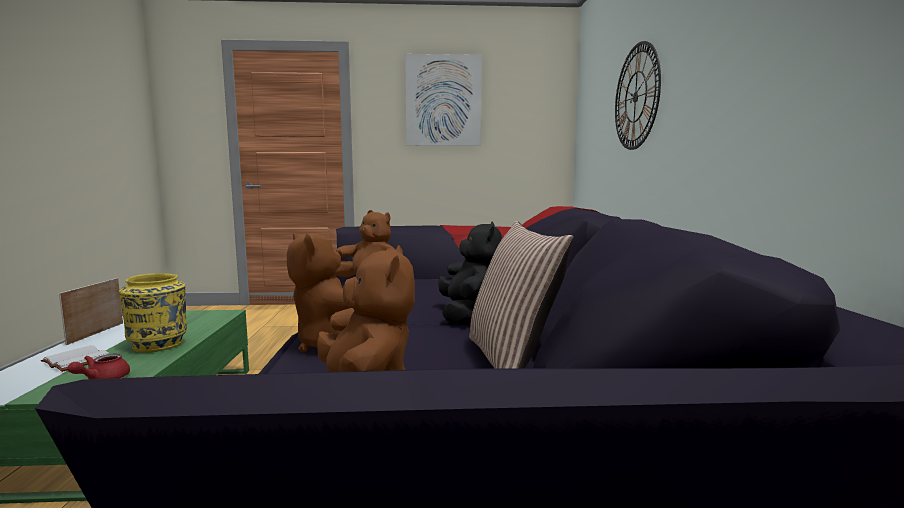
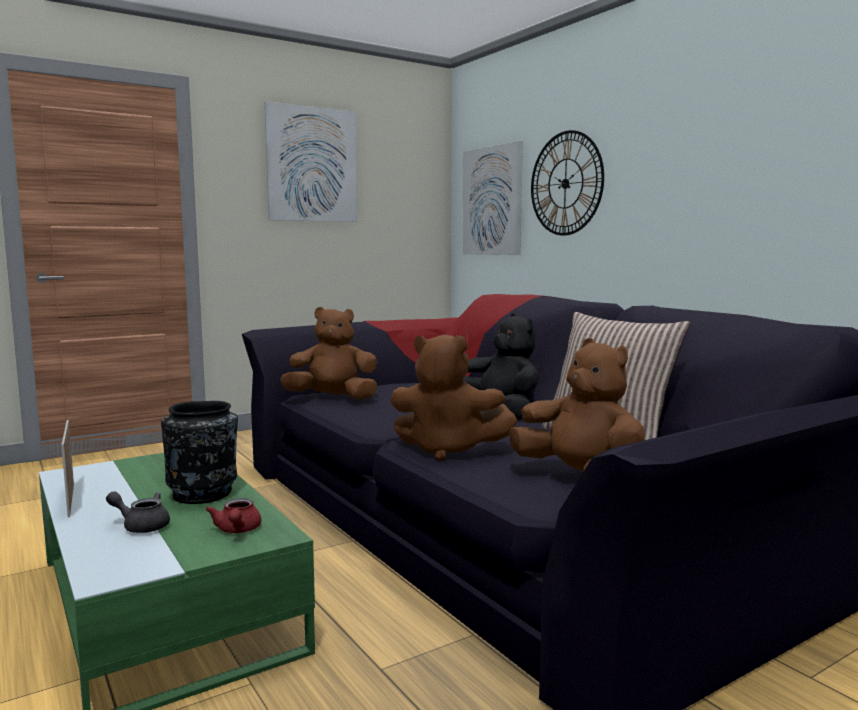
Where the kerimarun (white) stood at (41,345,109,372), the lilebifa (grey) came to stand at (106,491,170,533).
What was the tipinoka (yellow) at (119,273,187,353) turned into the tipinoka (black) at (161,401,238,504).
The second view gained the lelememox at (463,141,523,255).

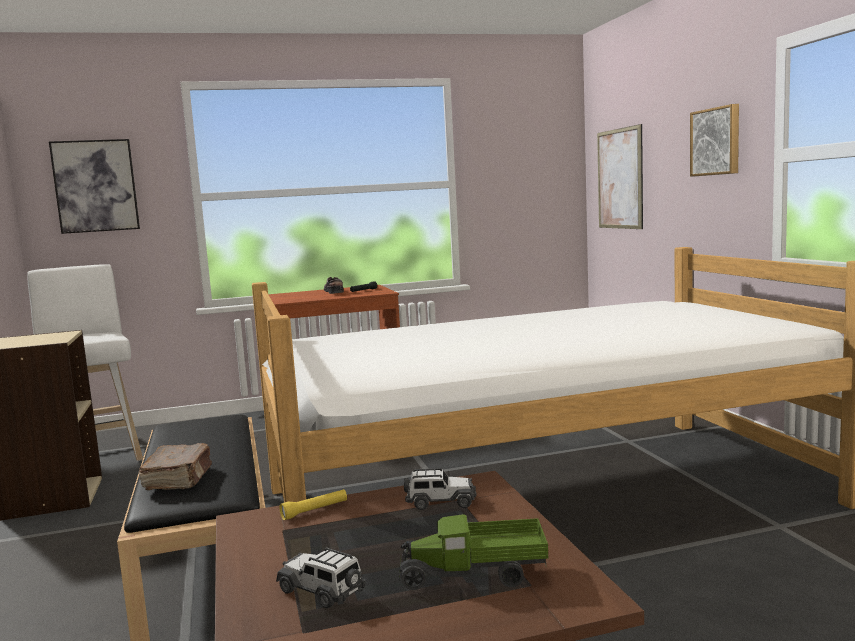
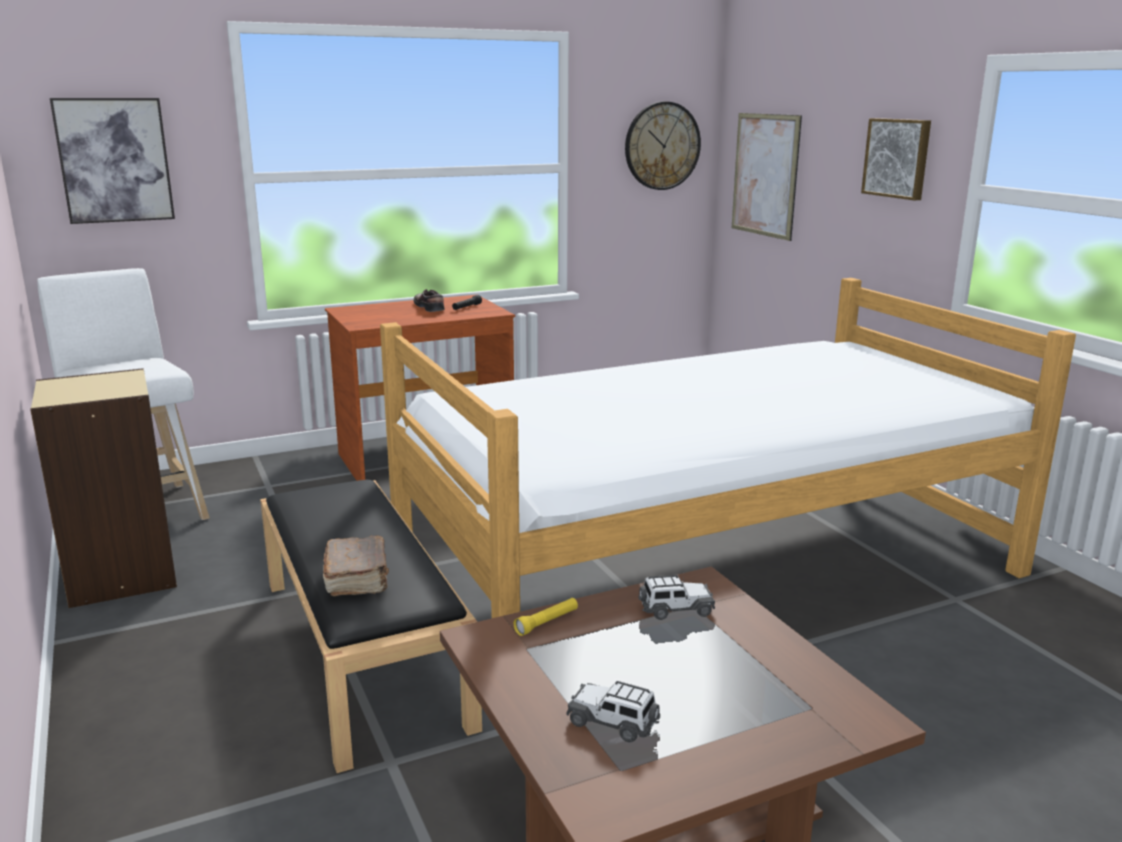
The second view gained the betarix at (625,101,701,190).
The second view lost the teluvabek at (399,514,549,590).

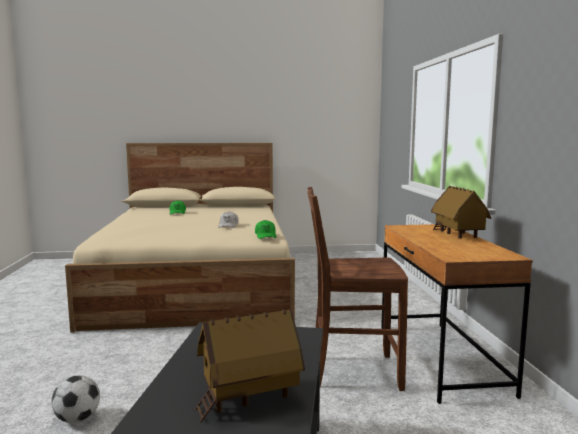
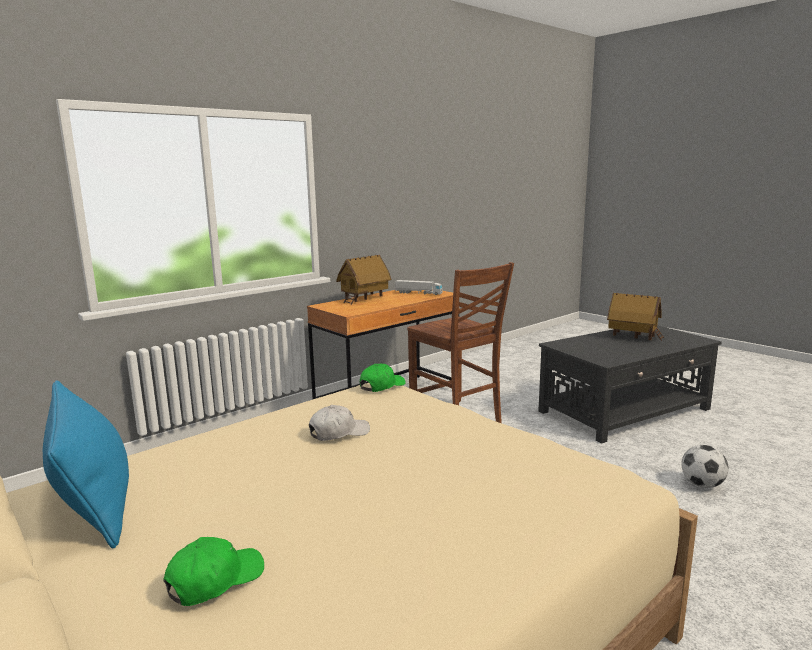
The second view gained the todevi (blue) at (43,381,129,548).
The second view gained the teluvabek at (395,280,442,295).

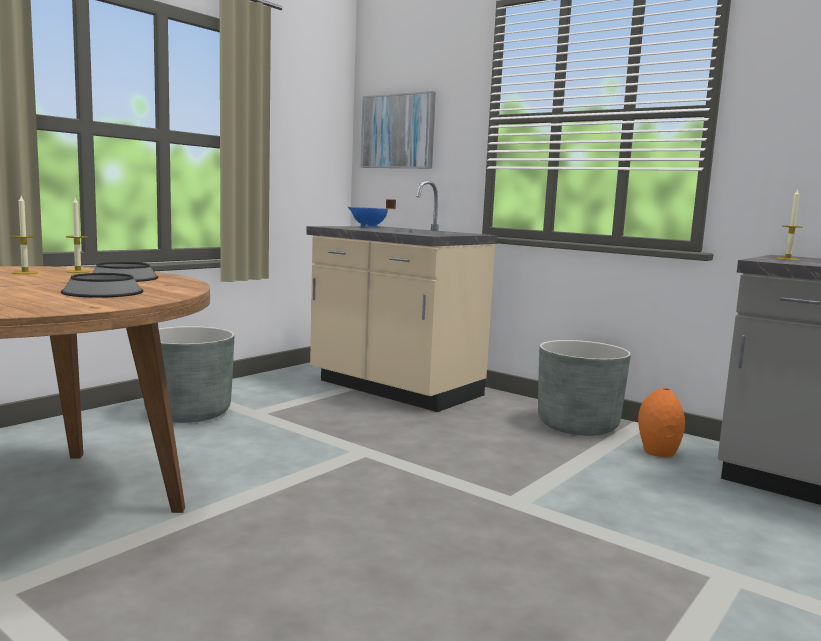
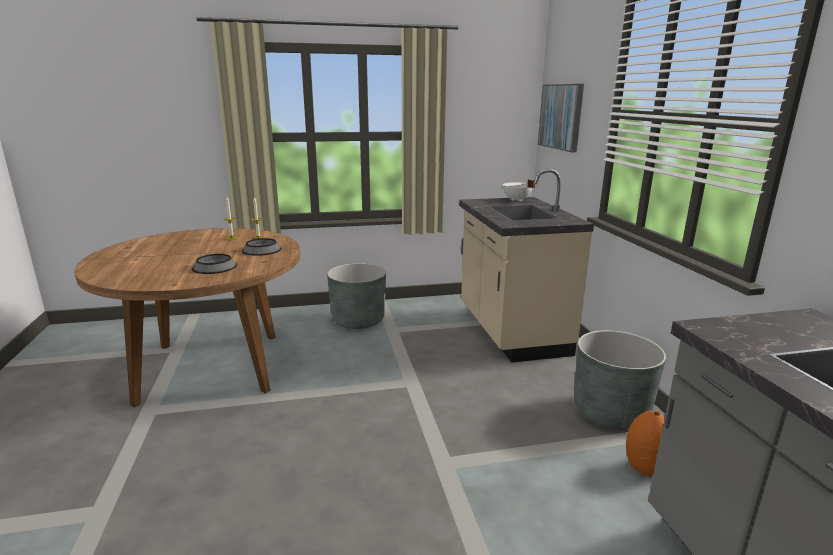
What was the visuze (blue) at (348,199,396,227) turned into the visuze (white) at (503,179,535,201).
The second view lost the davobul at (776,189,803,260).

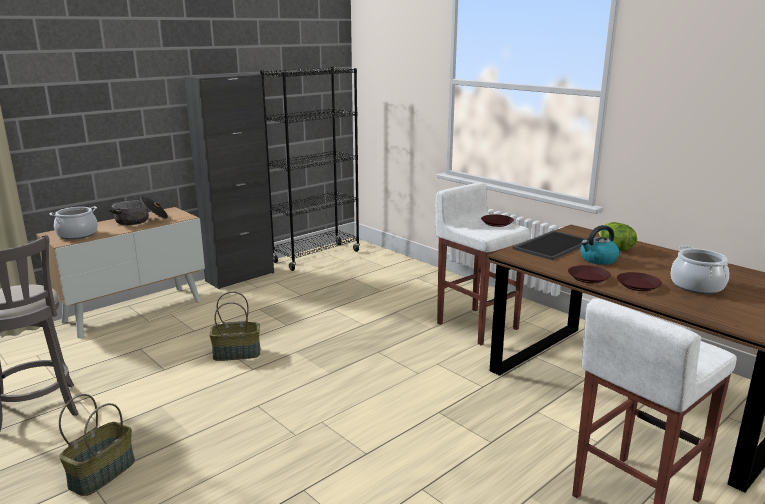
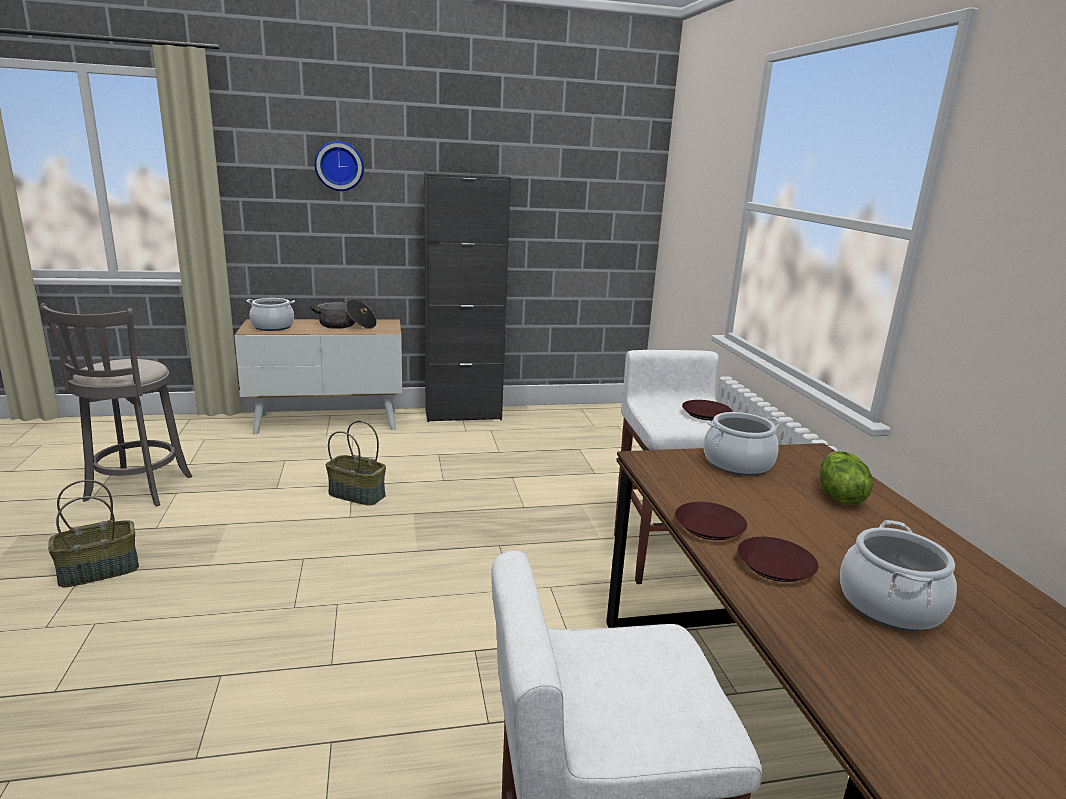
The second view gained the betarix at (314,141,364,191).
Where the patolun stood at (513,230,587,260), the visuze came to stand at (704,412,782,476).
The second view lost the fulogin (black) at (260,67,360,271).
The second view lost the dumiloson at (580,225,620,265).

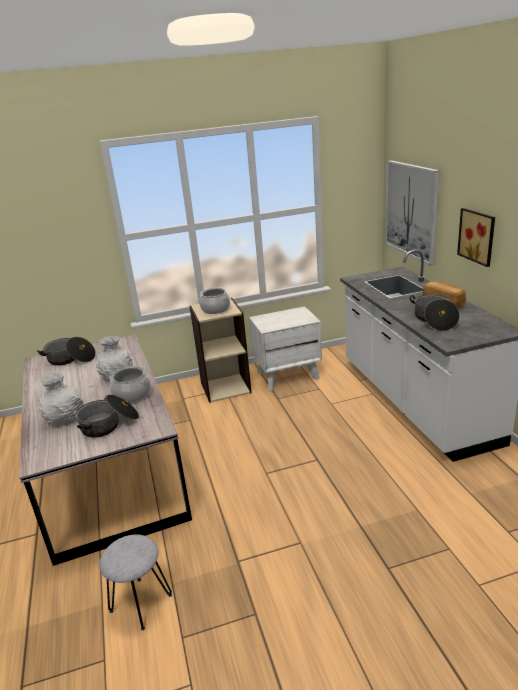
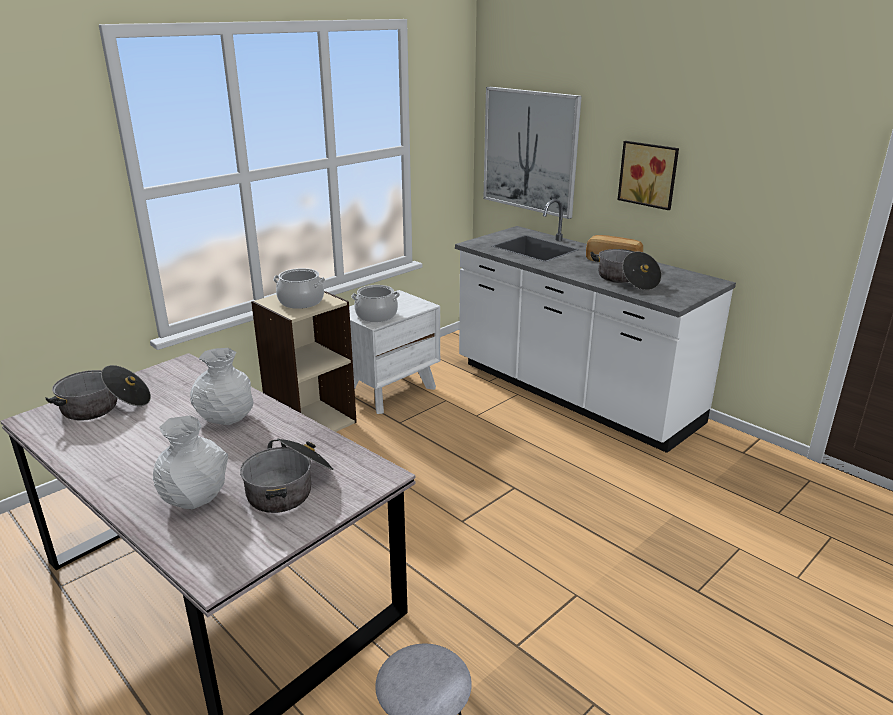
The visuze ended up elsewhere, having gone from (109,366,151,403) to (351,285,400,322).

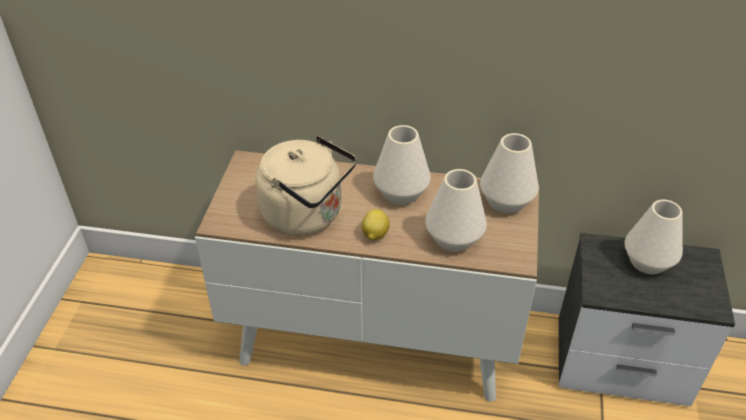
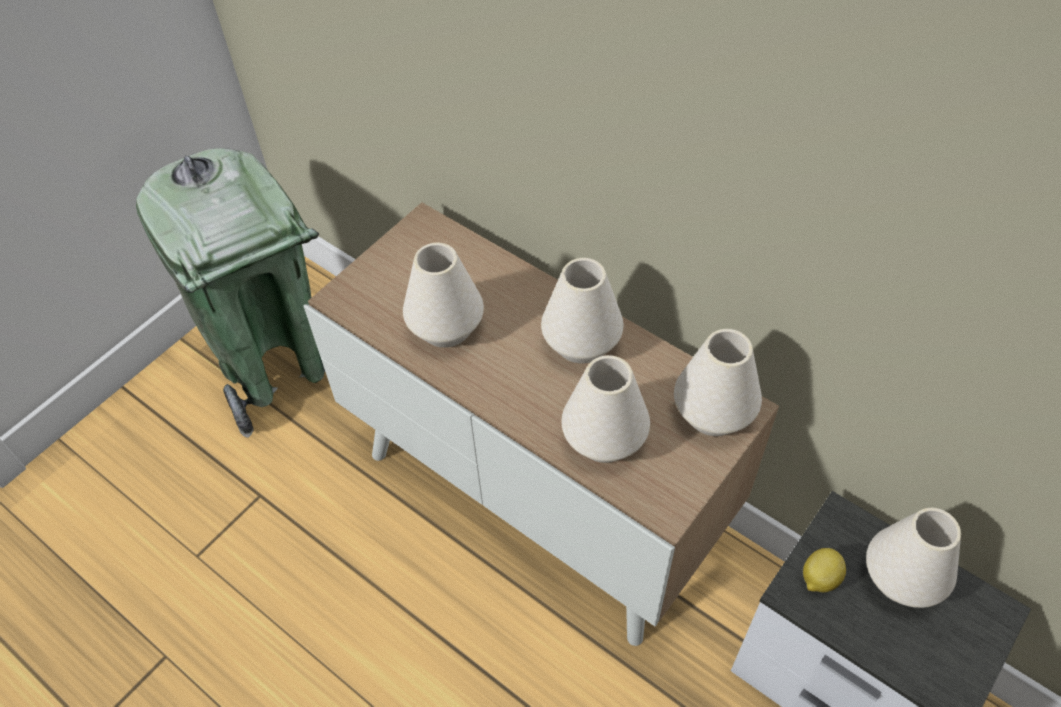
The second view gained the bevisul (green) at (136,148,325,438).
Where the dumiloson (beige) stood at (256,136,357,235), the tipinoka (white) came to stand at (403,243,484,348).
The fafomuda ended up elsewhere, having gone from (362,209,390,240) to (803,548,846,592).

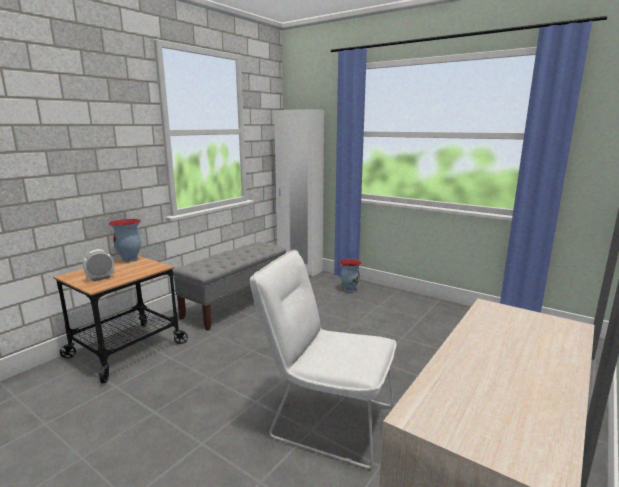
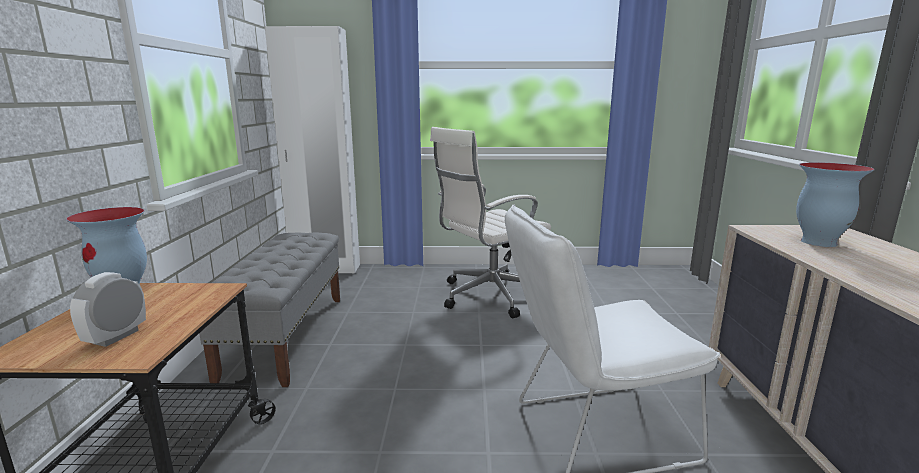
The second view gained the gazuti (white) at (430,127,551,318).
The tipinoka ended up elsewhere, having gone from (339,259,362,292) to (796,162,874,247).

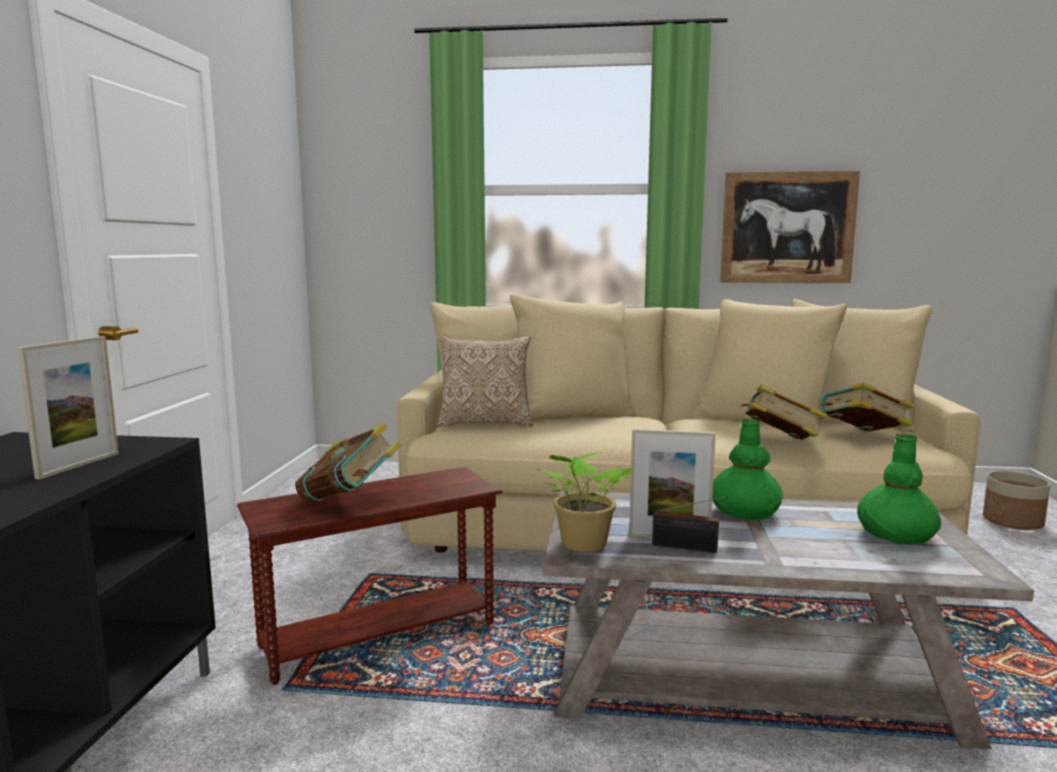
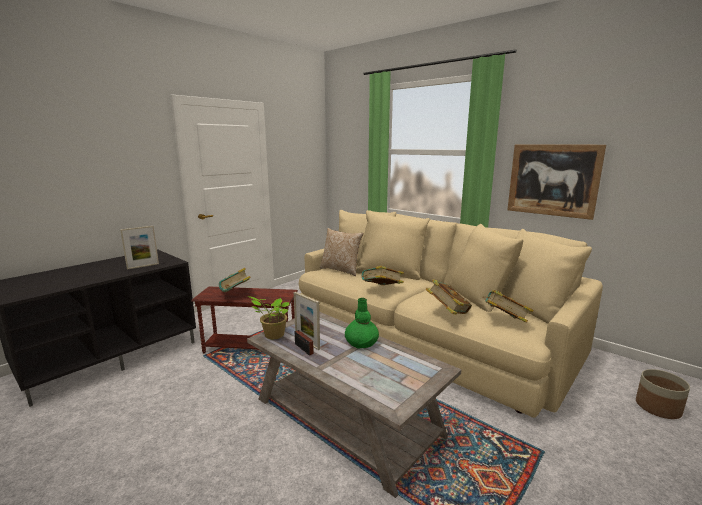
The second view gained the kerimarun at (362,266,404,285).
The second view lost the tipinoka (green) at (857,434,941,544).

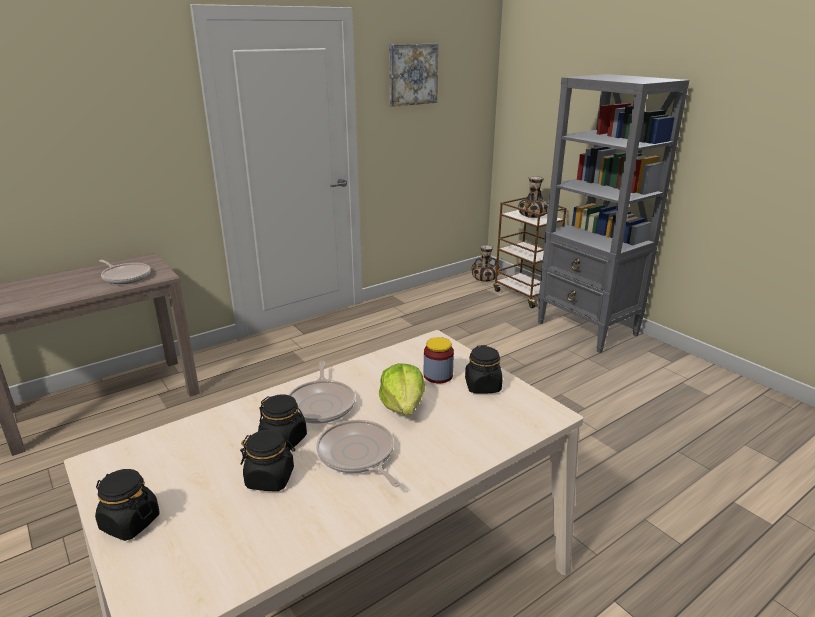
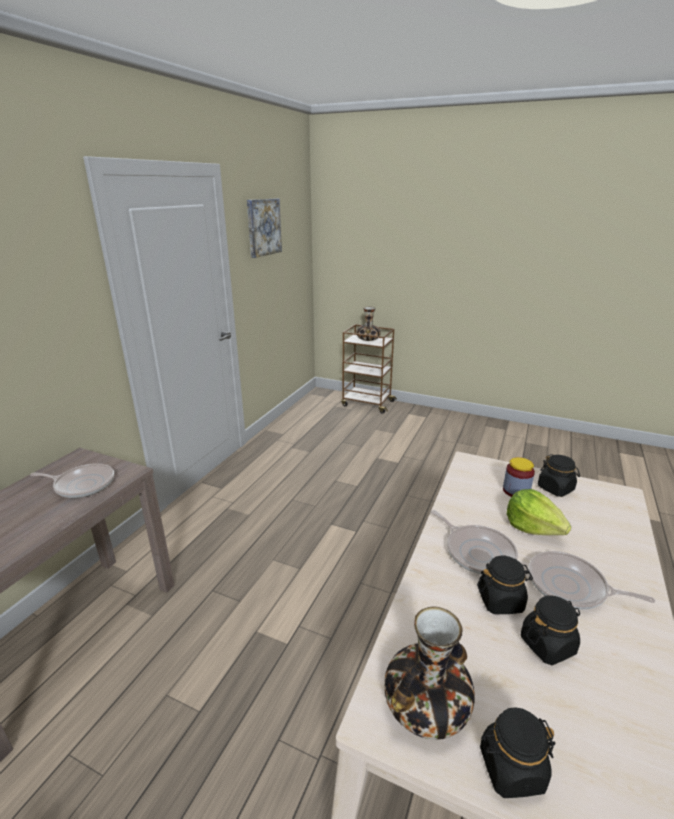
The tipinoka ended up elsewhere, having gone from (471,245,500,282) to (384,606,475,740).
The second view lost the fulogin (grey) at (537,74,689,353).

